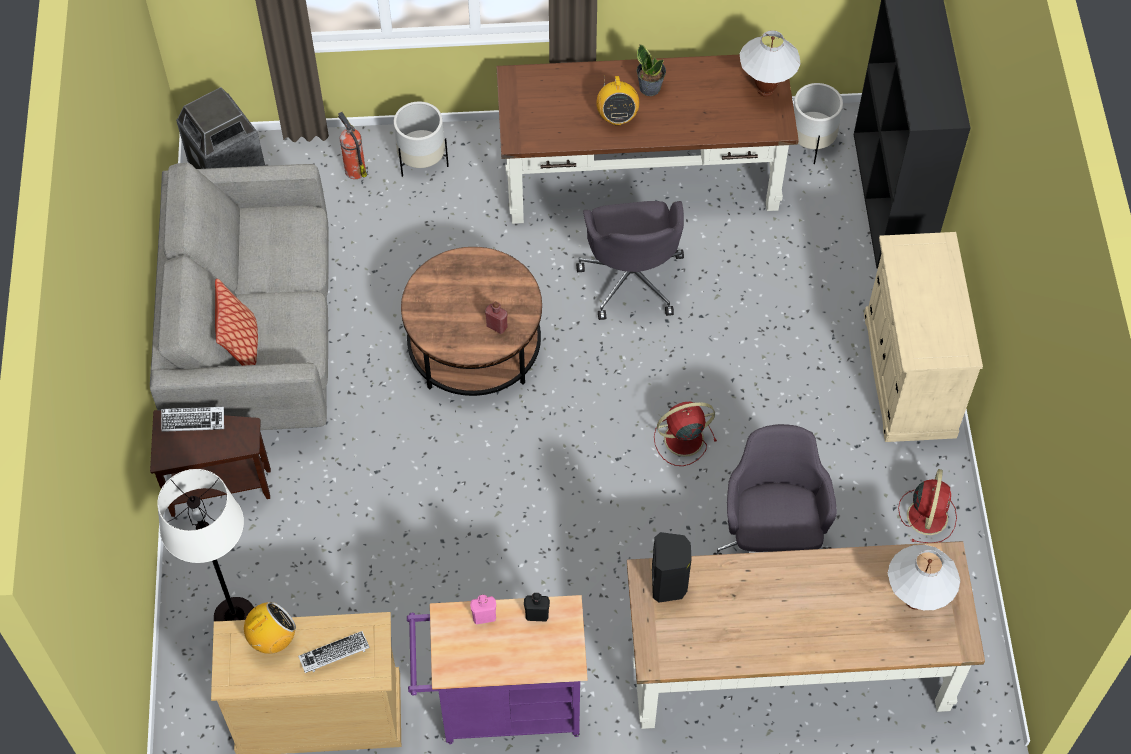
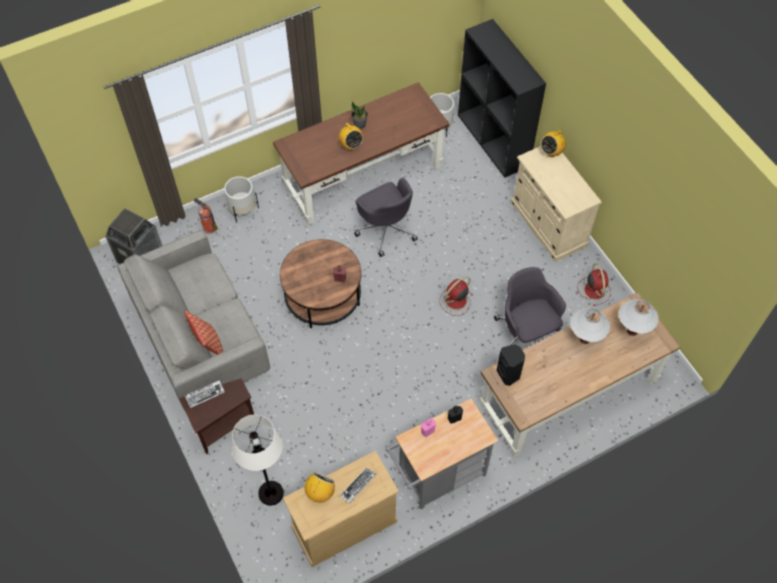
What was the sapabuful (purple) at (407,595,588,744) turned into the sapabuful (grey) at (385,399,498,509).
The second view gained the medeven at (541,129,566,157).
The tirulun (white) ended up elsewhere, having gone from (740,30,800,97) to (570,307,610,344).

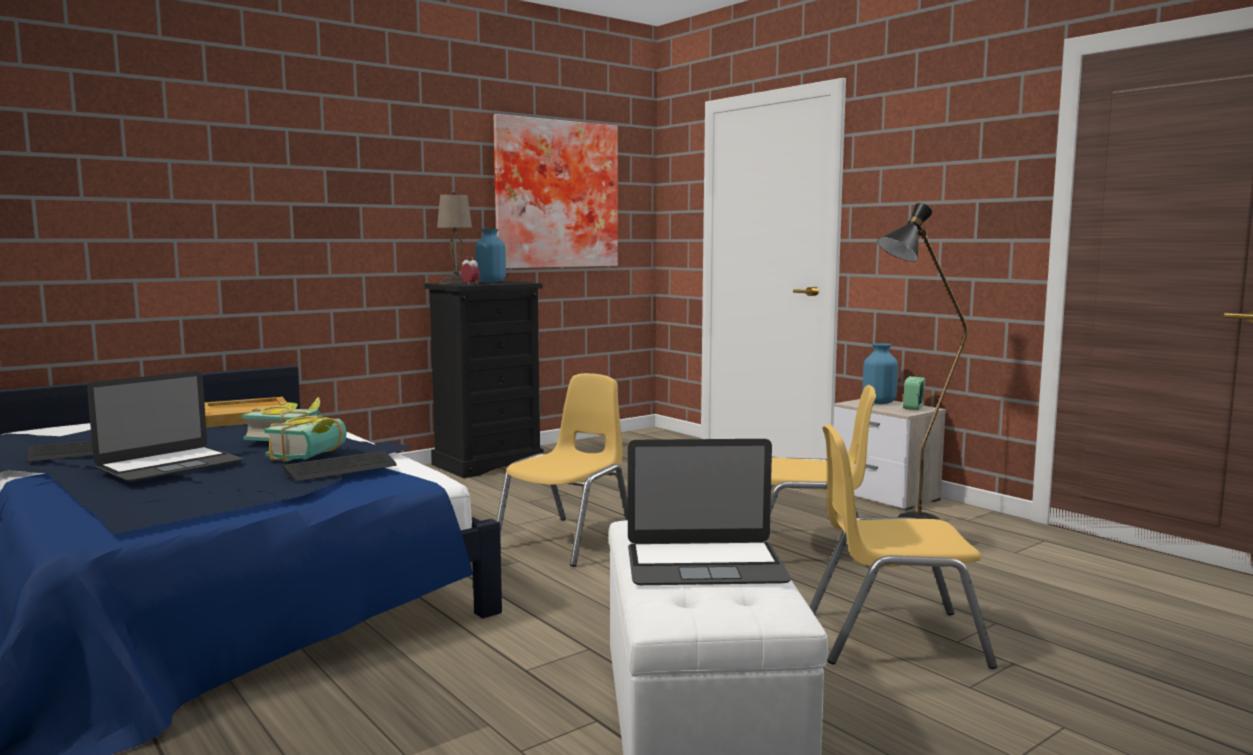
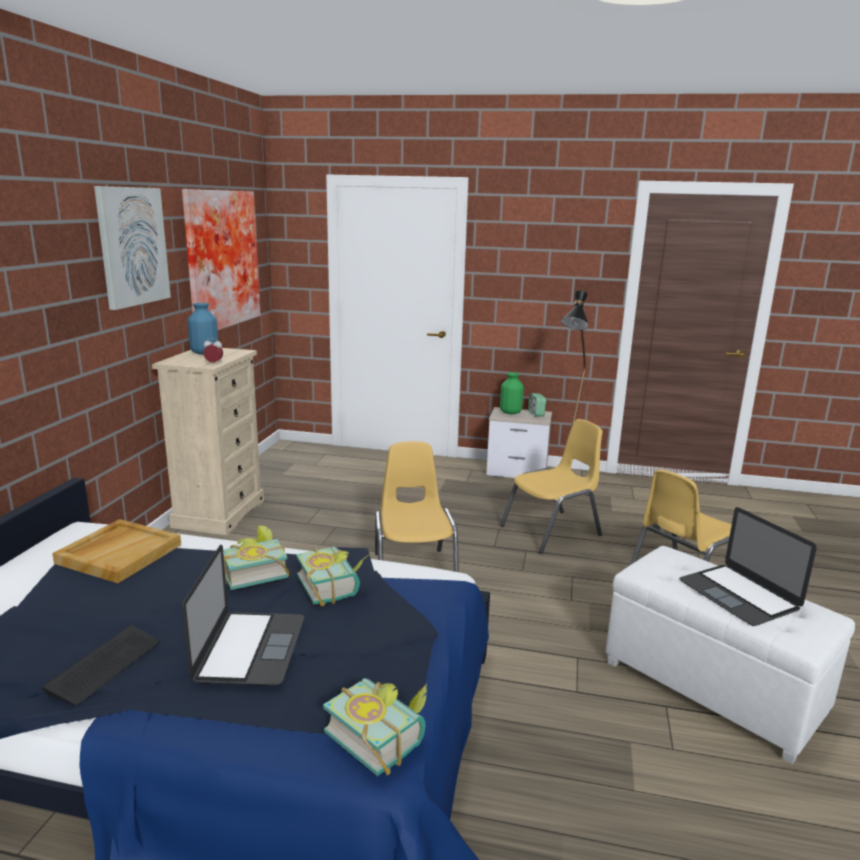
The second view gained the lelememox at (94,186,171,310).
What was the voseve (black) at (424,281,543,478) turned into the voseve (beige) at (152,348,264,535).
The second view gained the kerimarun at (323,678,427,776).
What was the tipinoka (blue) at (863,343,898,404) turned into the tipinoka (green) at (500,372,524,414).
The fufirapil at (628,439,791,585) ended up facing another way, 105 degrees clockwise from before.
The second view lost the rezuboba at (282,450,397,481).
The second view lost the tirulun (beige) at (437,192,472,284).

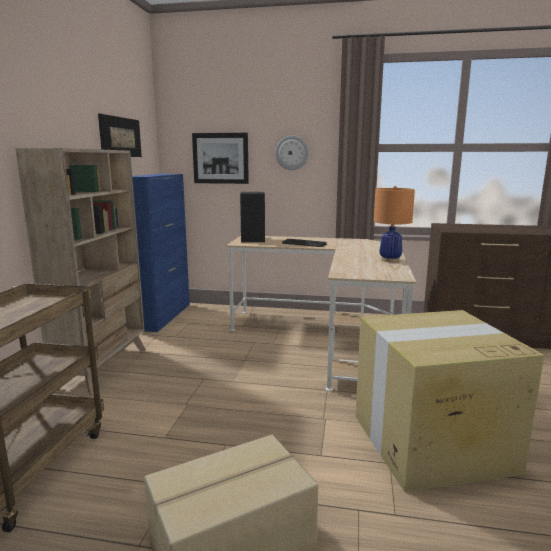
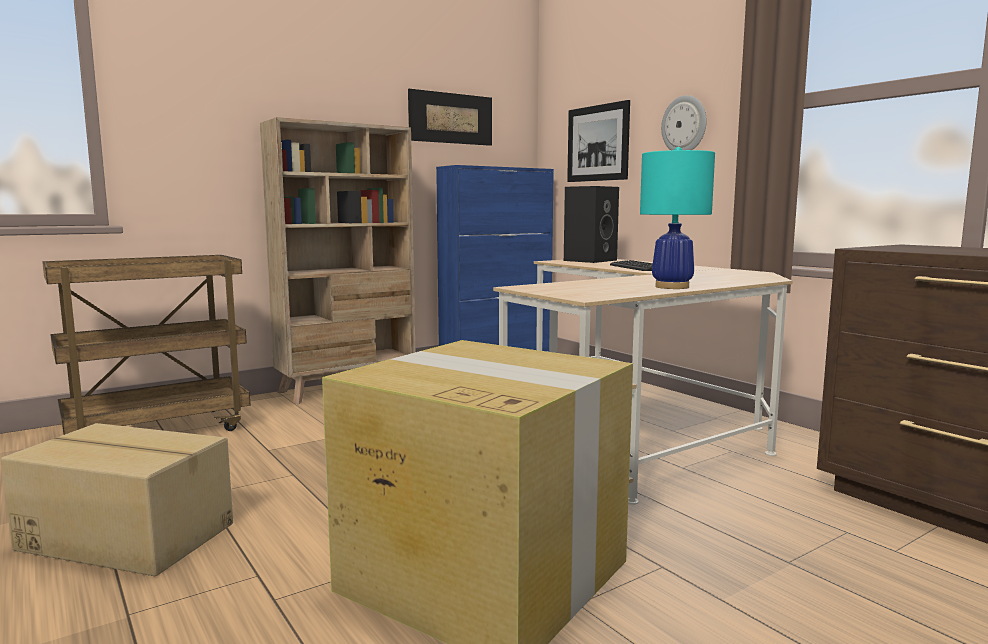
What was the tirulun (orange) at (374,186,415,262) turned into the tirulun (turquoise) at (640,147,715,289).

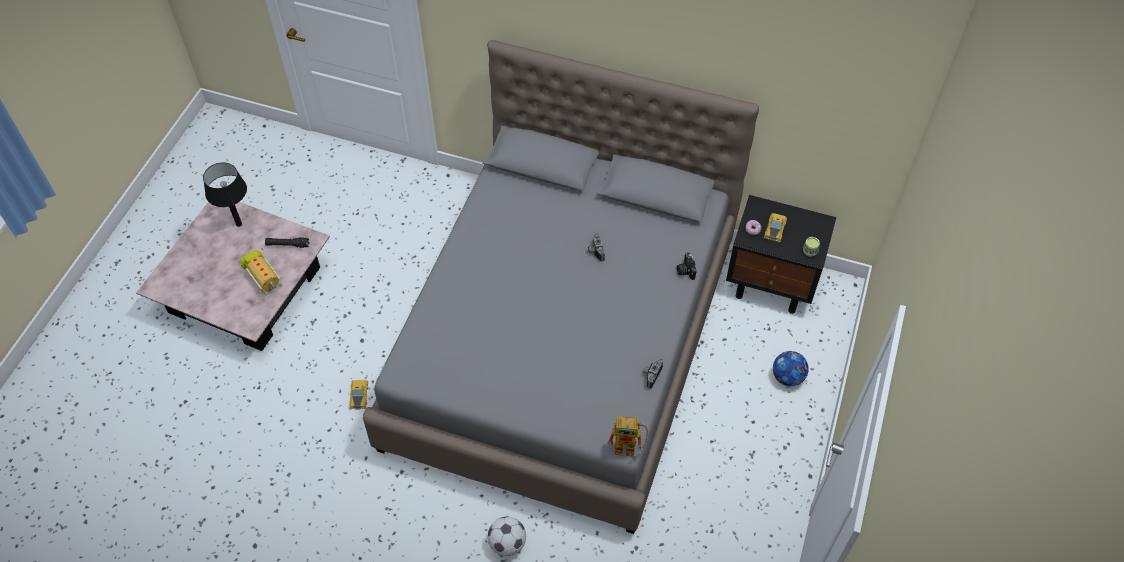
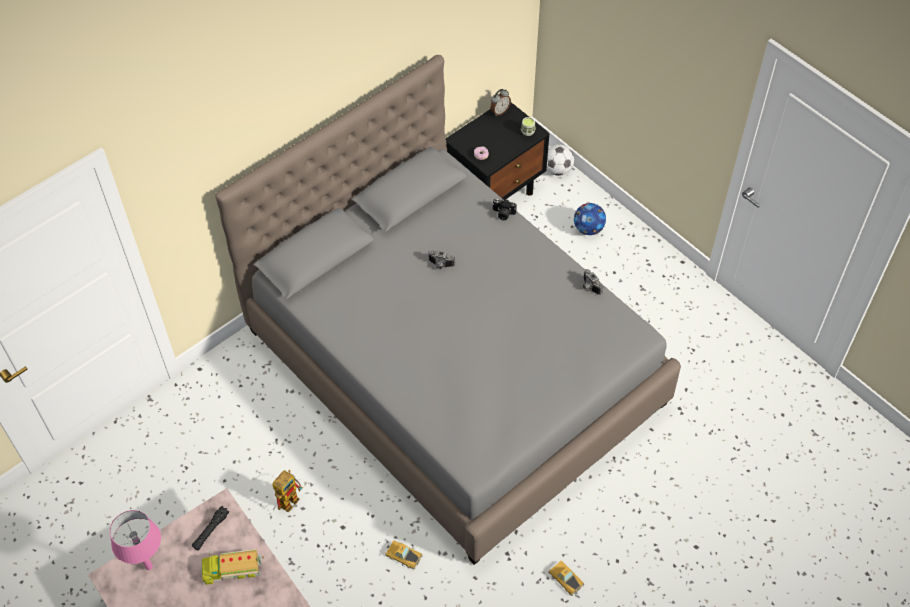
What was the tirulun (black) at (203,162,247,227) turned into the tirulun (pink) at (110,510,161,570).
The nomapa ended up elsewhere, having gone from (608,416,648,457) to (272,469,303,512).
The second view gained the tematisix at (490,89,511,116).
The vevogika ended up elsewhere, having gone from (487,516,526,556) to (547,144,574,176).
The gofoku ended up elsewhere, having gone from (764,213,787,242) to (548,561,585,596).

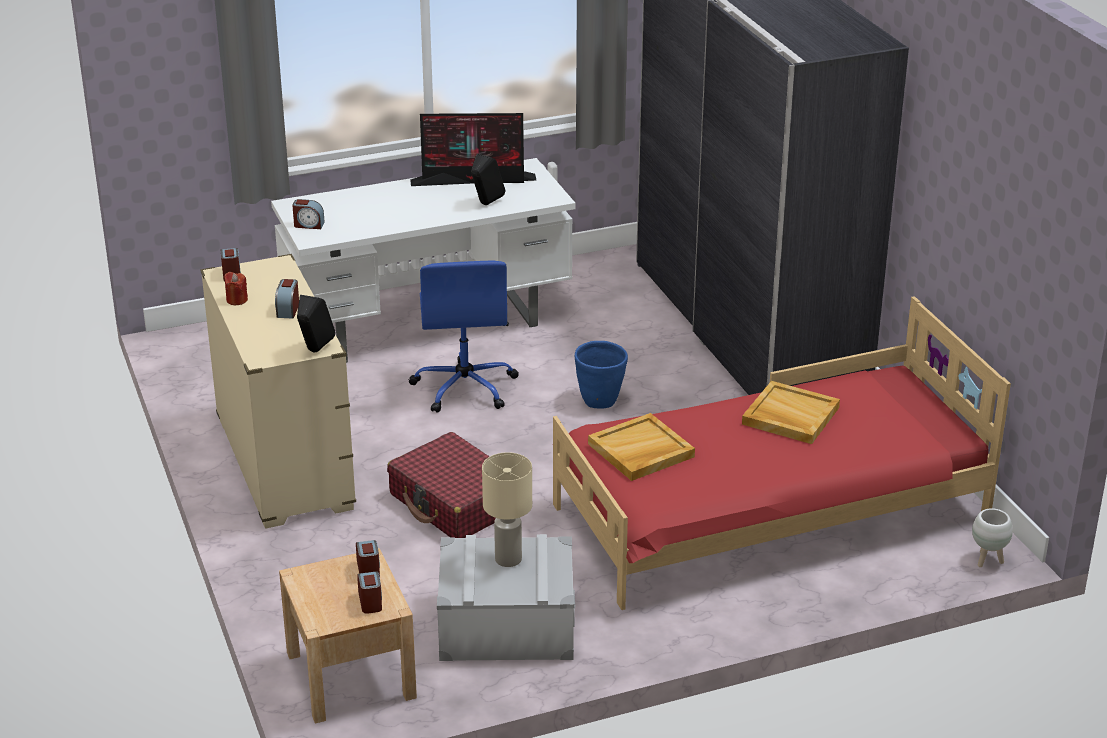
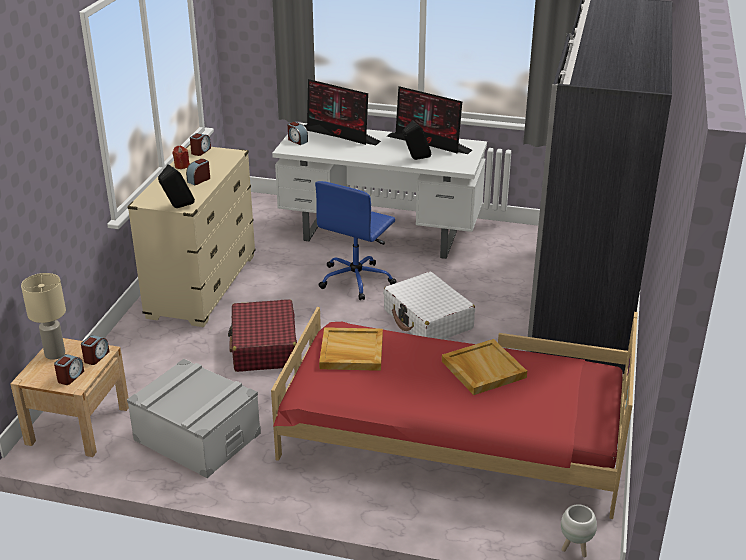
The tirulun (beige) ended up elsewhere, having gone from (482,452,532,567) to (21,273,66,360).
The second view gained the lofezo at (304,79,381,145).
Where the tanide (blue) stood at (575,341,628,409), the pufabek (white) came to stand at (383,272,475,340).

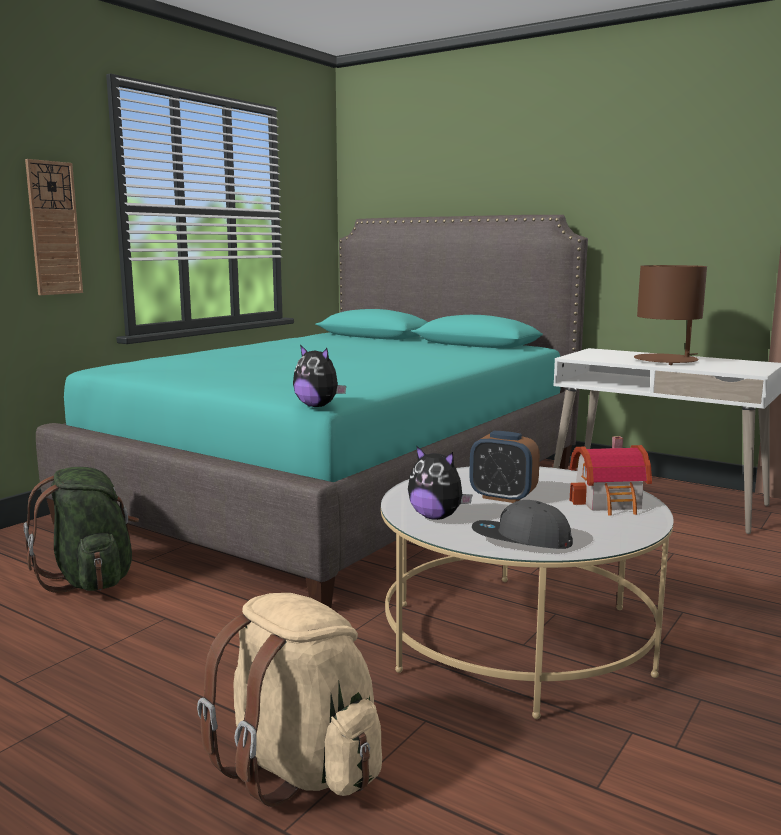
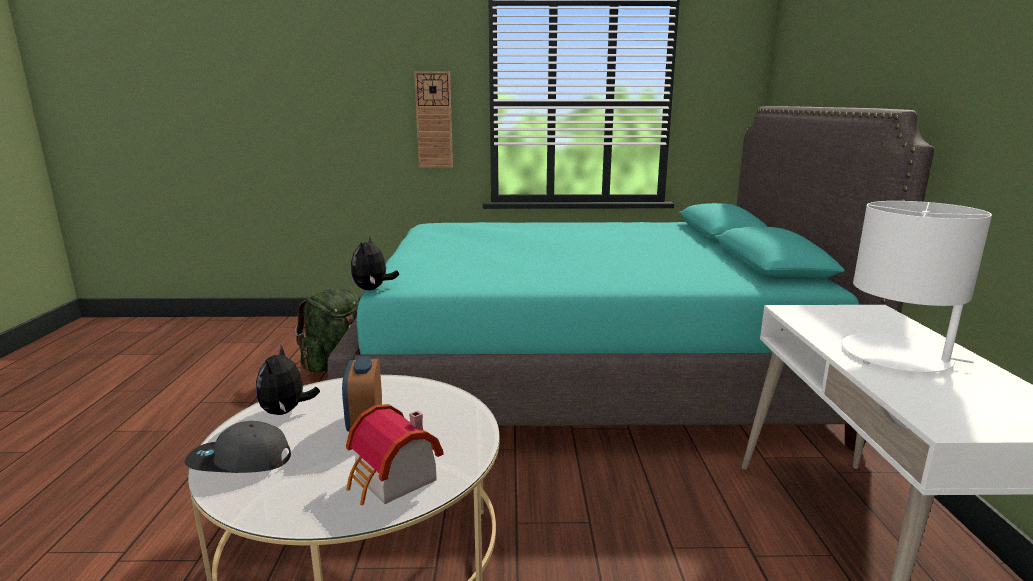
The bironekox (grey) at (472,500,573,549) ended up facing another way, 75 degrees counterclockwise from before.
What was the tirulun (brown) at (634,265,707,365) turned into the tirulun (white) at (841,201,992,372).
The second view lost the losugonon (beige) at (197,593,382,807).

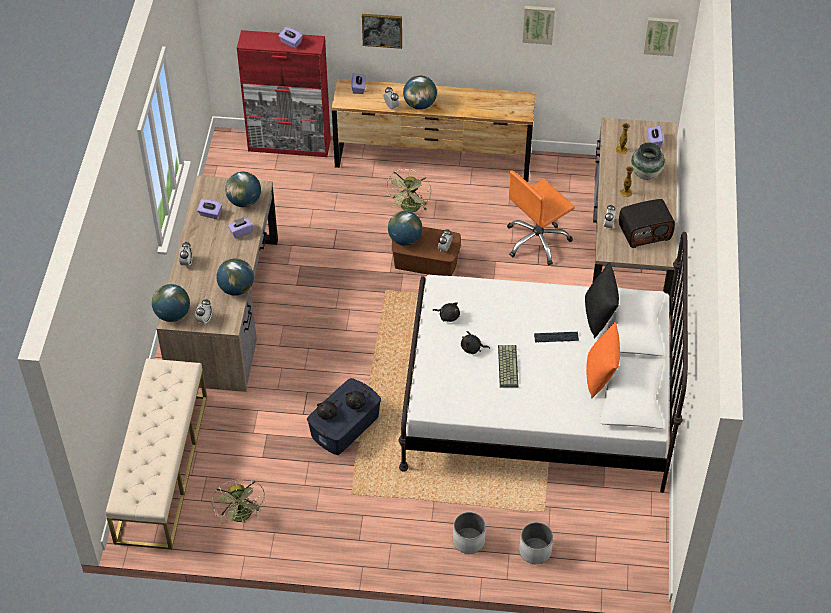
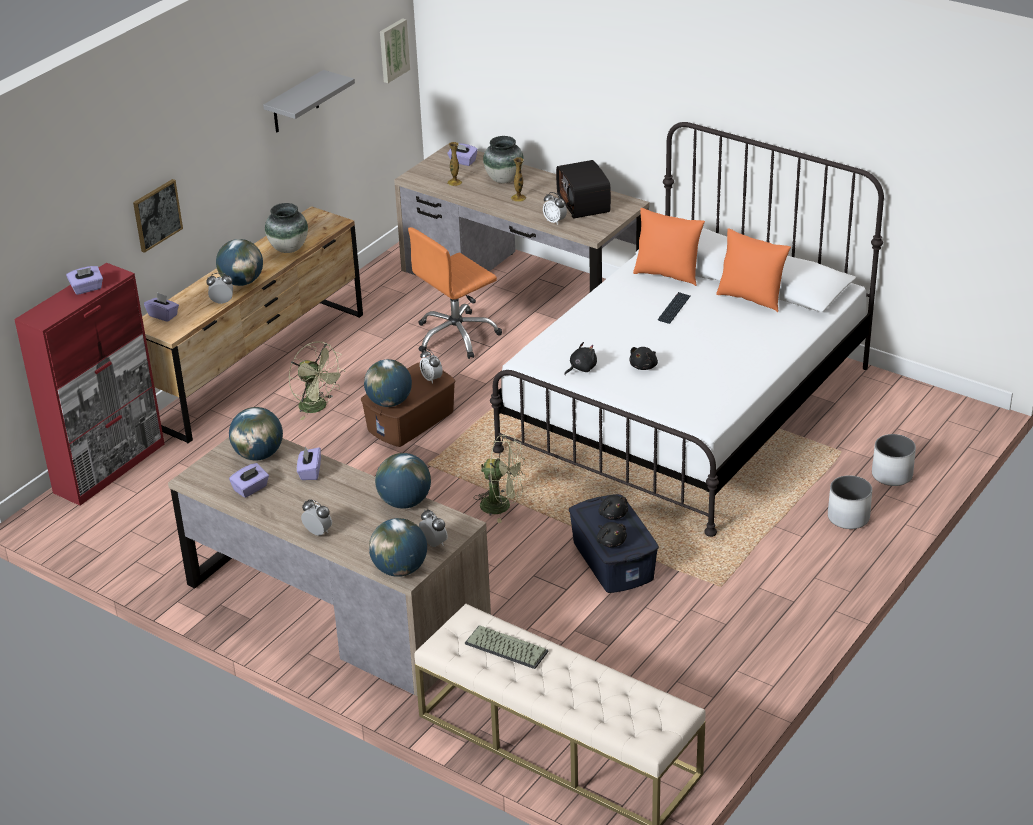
Where the lelememox hung at (522,6,555,45), the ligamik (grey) came to hang at (263,70,355,132).
The second view gained the tipinoka at (265,203,308,253).
The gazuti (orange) at (507,170,575,265) ended up facing another way, 60 degrees clockwise from before.
The rezuboba ended up elsewhere, having gone from (498,345,518,388) to (465,625,548,669).
The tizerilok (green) ended up elsewhere, having gone from (212,479,265,525) to (474,435,525,523).
The medeven at (619,199,675,248) ended up facing another way, 150 degrees clockwise from before.
What was the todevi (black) at (585,262,619,339) turned into the todevi (orange) at (633,208,705,286).

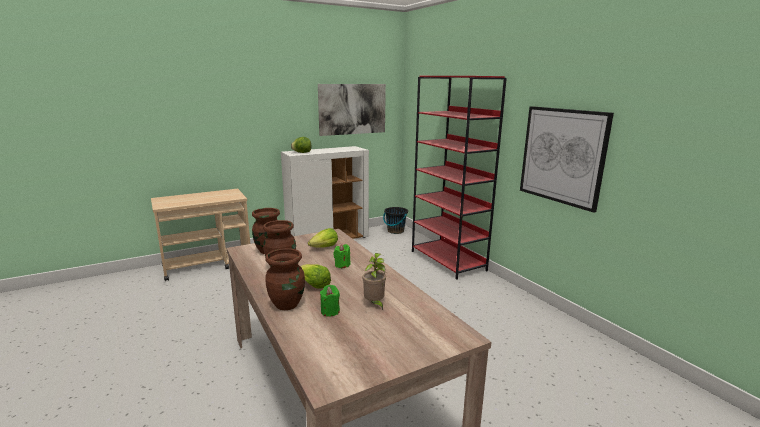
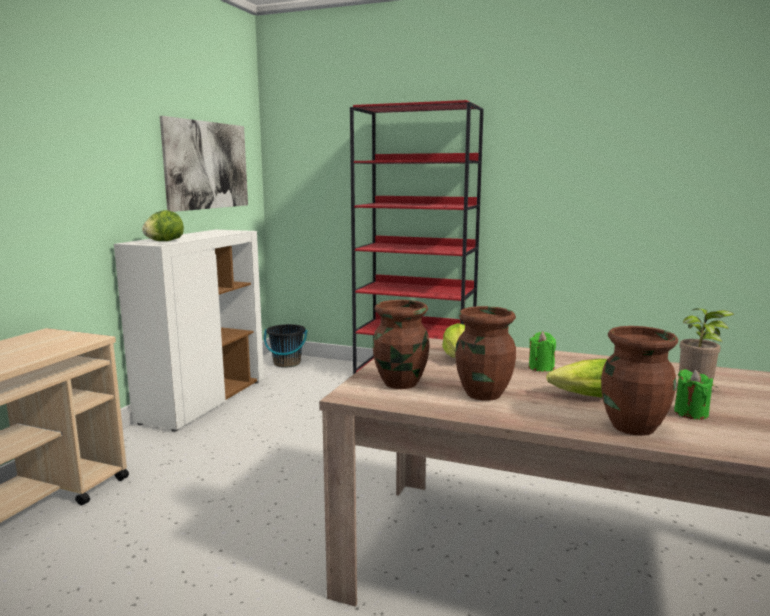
The second view lost the lelememox at (520,106,614,213).

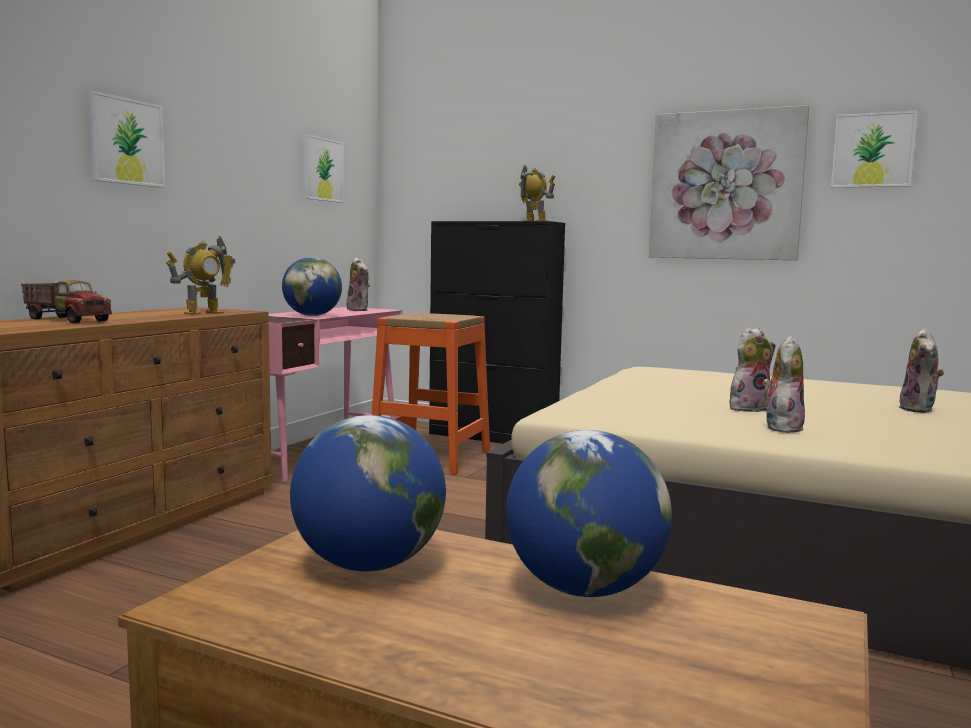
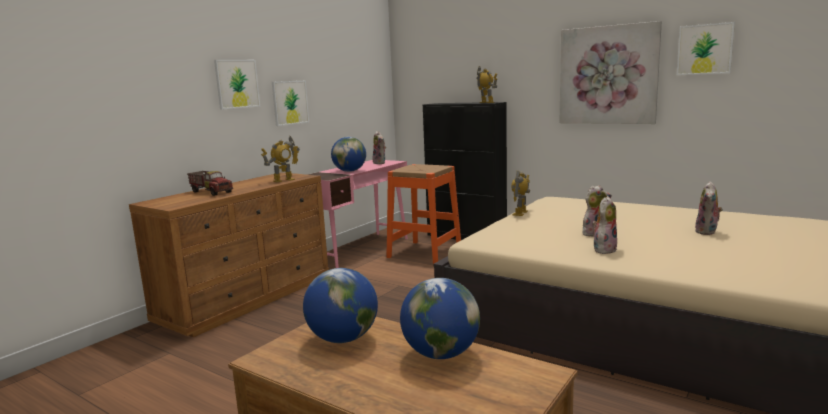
The lelememox ended up elsewhere, having gone from (303,134,344,203) to (272,81,309,126).
The second view gained the nomapa at (511,171,530,216).

